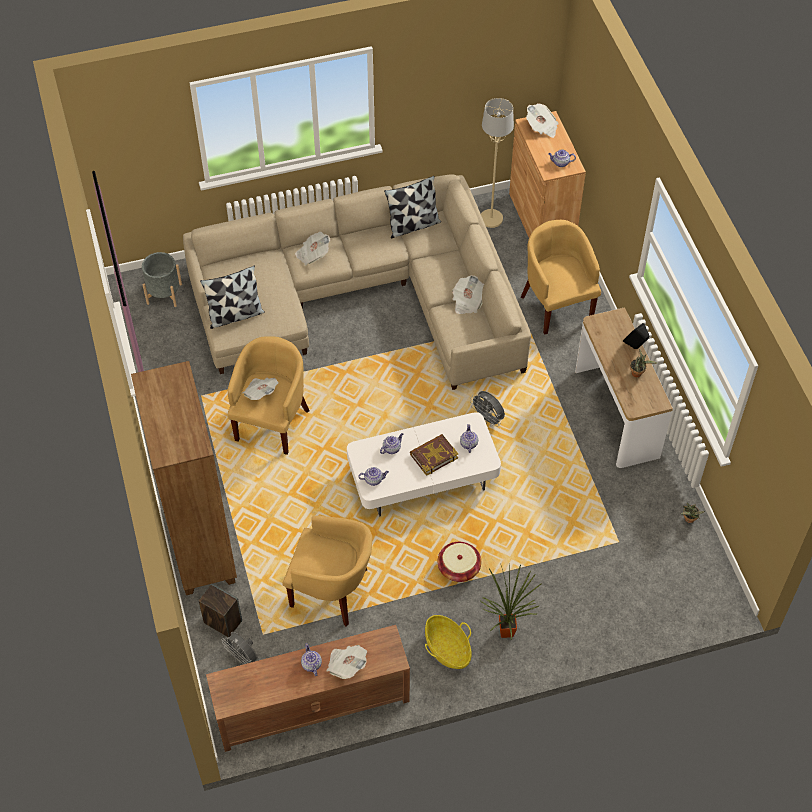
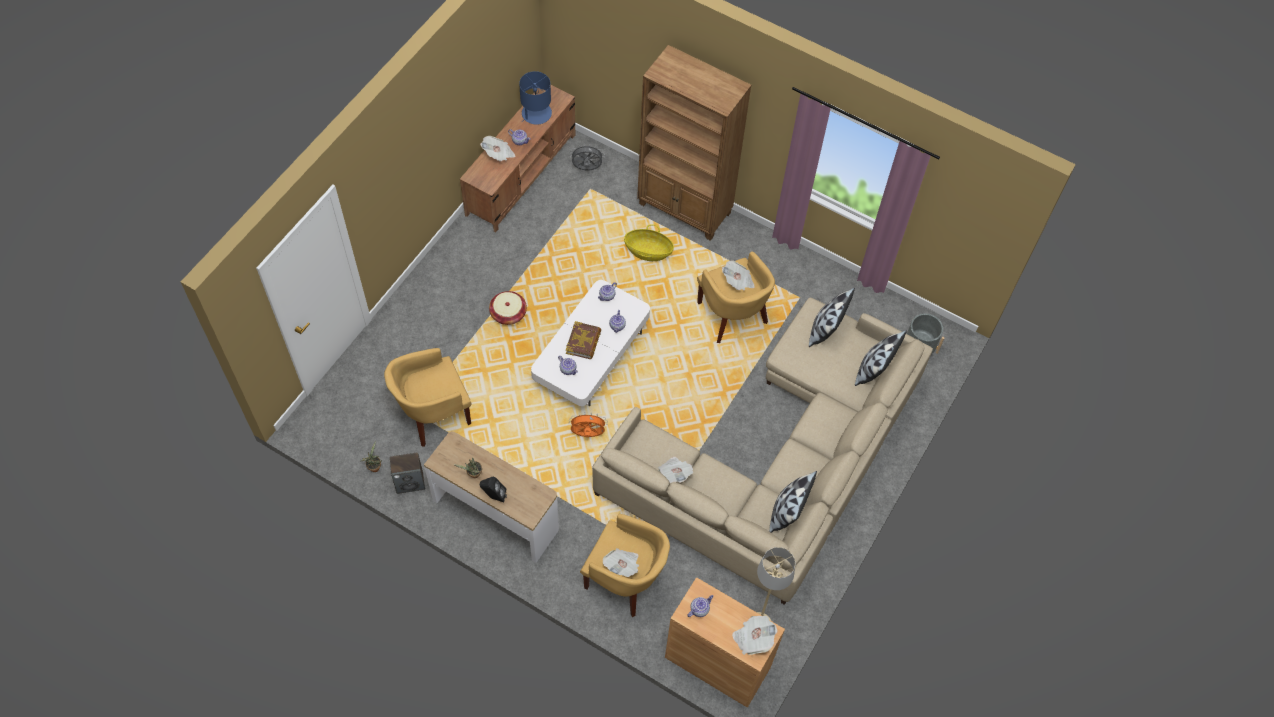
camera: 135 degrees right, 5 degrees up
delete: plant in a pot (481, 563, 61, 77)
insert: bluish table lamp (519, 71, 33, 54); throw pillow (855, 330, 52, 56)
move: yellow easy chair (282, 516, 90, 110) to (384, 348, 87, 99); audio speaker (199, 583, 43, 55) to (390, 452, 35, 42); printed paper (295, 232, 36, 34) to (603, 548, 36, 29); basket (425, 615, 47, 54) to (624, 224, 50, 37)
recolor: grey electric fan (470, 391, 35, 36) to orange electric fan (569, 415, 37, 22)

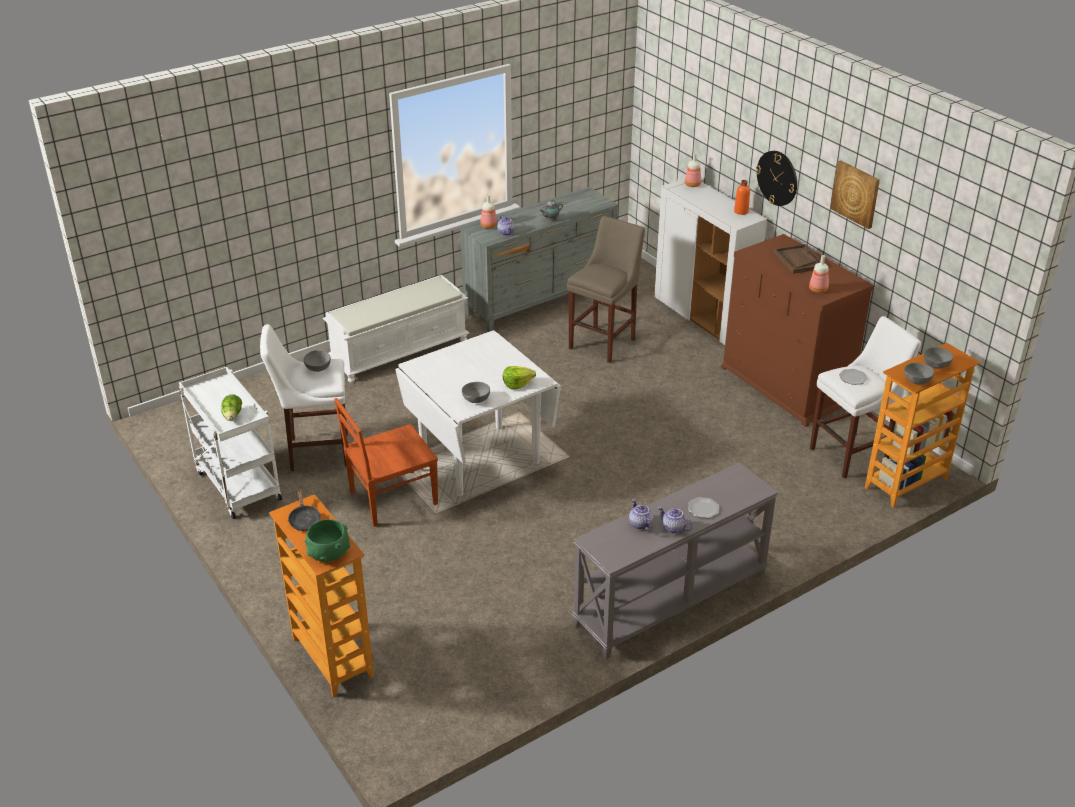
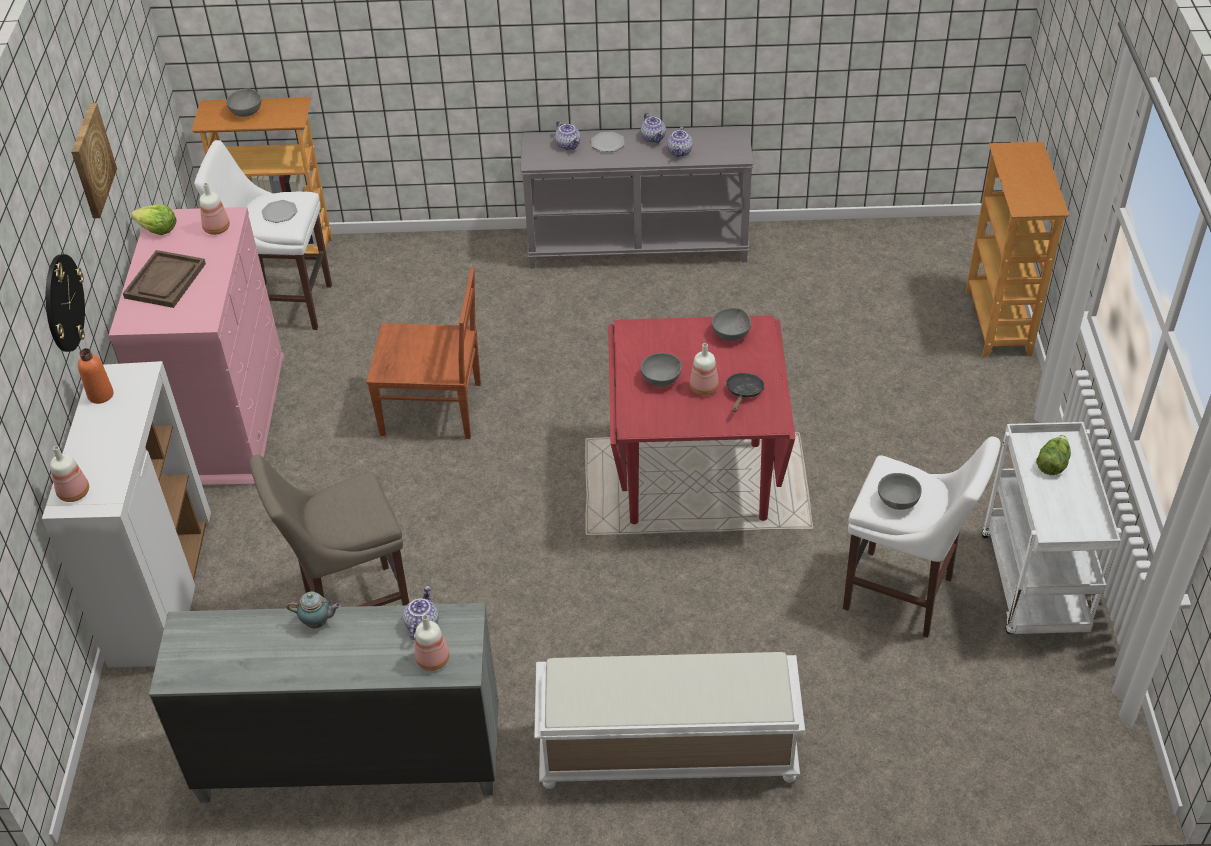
camera: 145 degrees left, 10 degrees up
delete: green serving bowl (305, 519, 45, 43)
insert: teapot (555, 120, 26, 30); drink bottle (690, 343, 29, 53)
move: head of lettuce (503, 366, 33, 24) to (131, 205, 46, 30); brownish plain chair (334, 398, 104, 129) to (366, 267, 115, 172); grey serving bowl (904, 363, 30, 21) to (641, 353, 41, 34); black-coloured skillet (288, 489, 33, 42) to (726, 373, 38, 39)
recolor: brownish drawer chest (721, 234, 153, 193) to pink drawer chest (109, 207, 175, 279); whitish kitchen table (395, 330, 166, 166) to red kitchen table (608, 315, 187, 209)

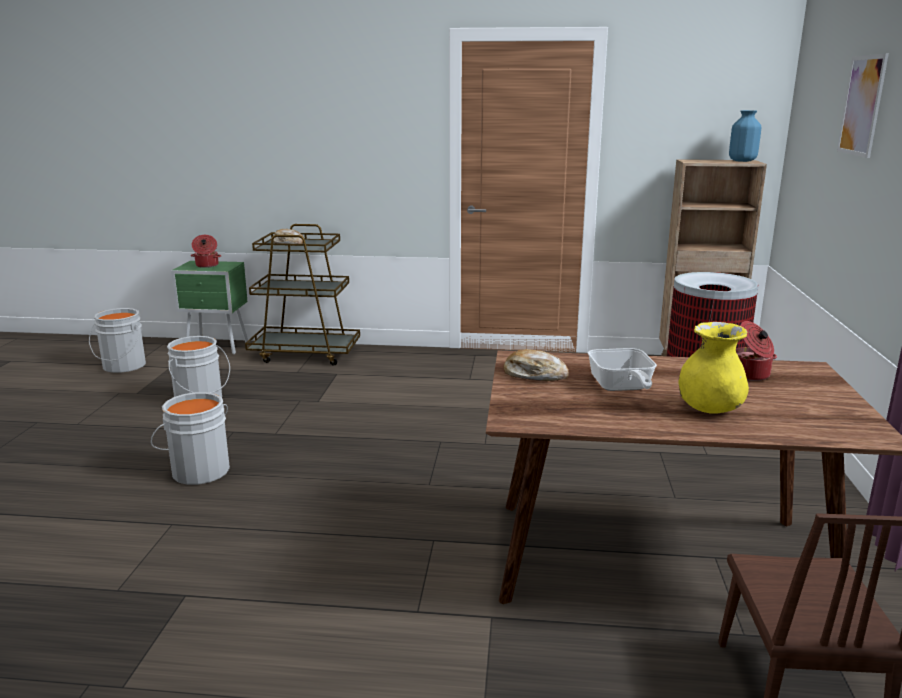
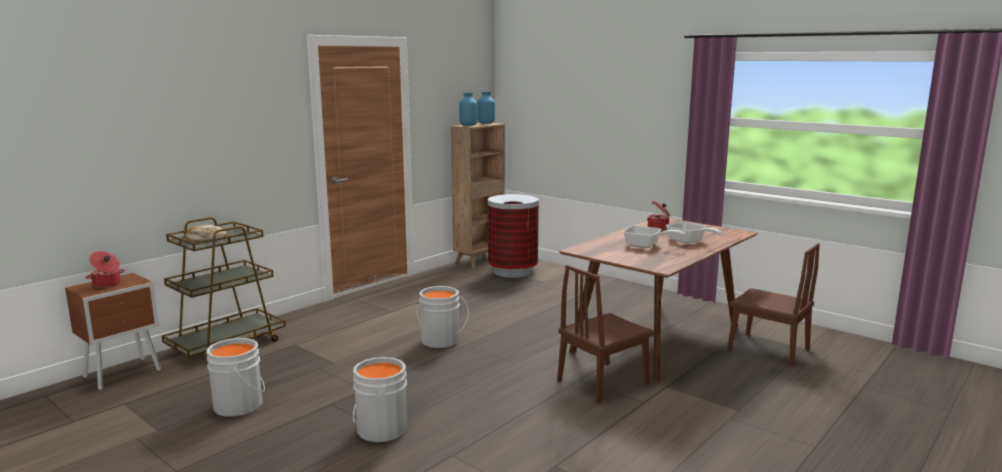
camera: 55 degrees left, 5 degrees down
delete: bakery bread (503, 349, 66, 32); wall picture (837, 54, 52, 104)
insert: bluish decorative vase (459, 93, 18, 33); brownish plain chair (557, 265, 97, 139)
move: grey water bucket (89, 308, 57, 65) to (416, 286, 53, 62)
replace: yellow decorative vase (678, 322, 71, 92) to skillet (666, 222, 56, 22)
recolor: green bedside table (171, 261, 77, 93) to brownish bedside table (65, 273, 96, 117)

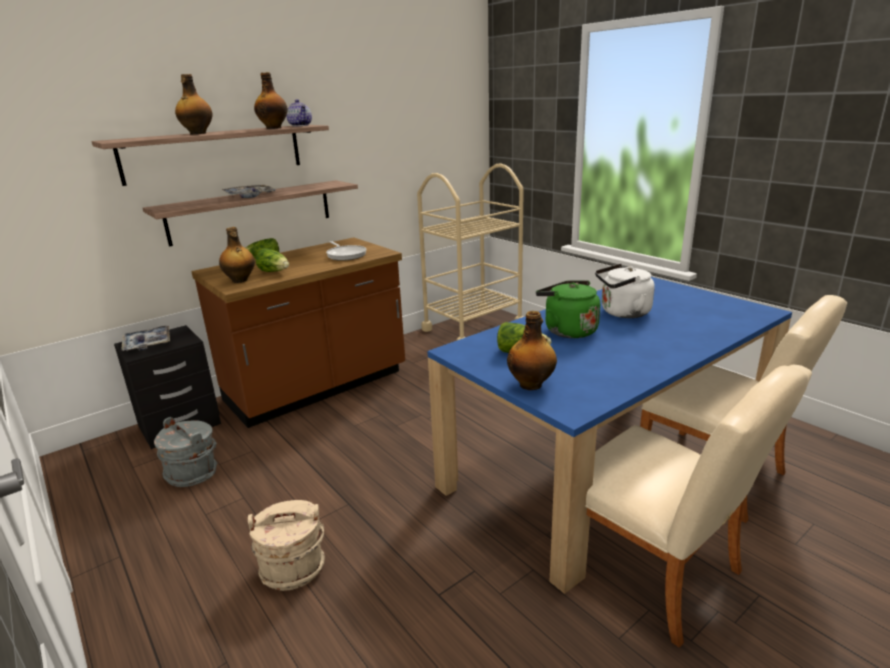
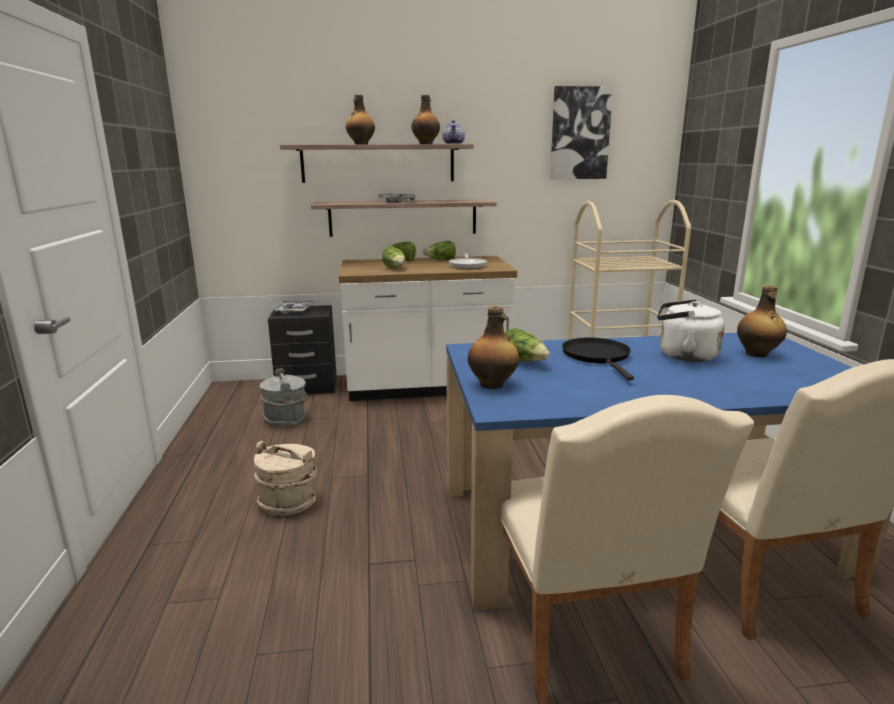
camera: 30 degrees right, 5 degrees down
insert: head of lettuce (423, 241, 33, 19); wall picture (550, 86, 63, 93)
move: drink bottle (219, 227, 36, 56) to (737, 285, 50, 72)
replace: green tea kettle (536, 280, 64, 58) to black-coloured skillet (562, 338, 72, 42)
recolor: brownish kitchen counter (191, 237, 214, 191) to whitish kitchen counter (339, 256, 178, 145)

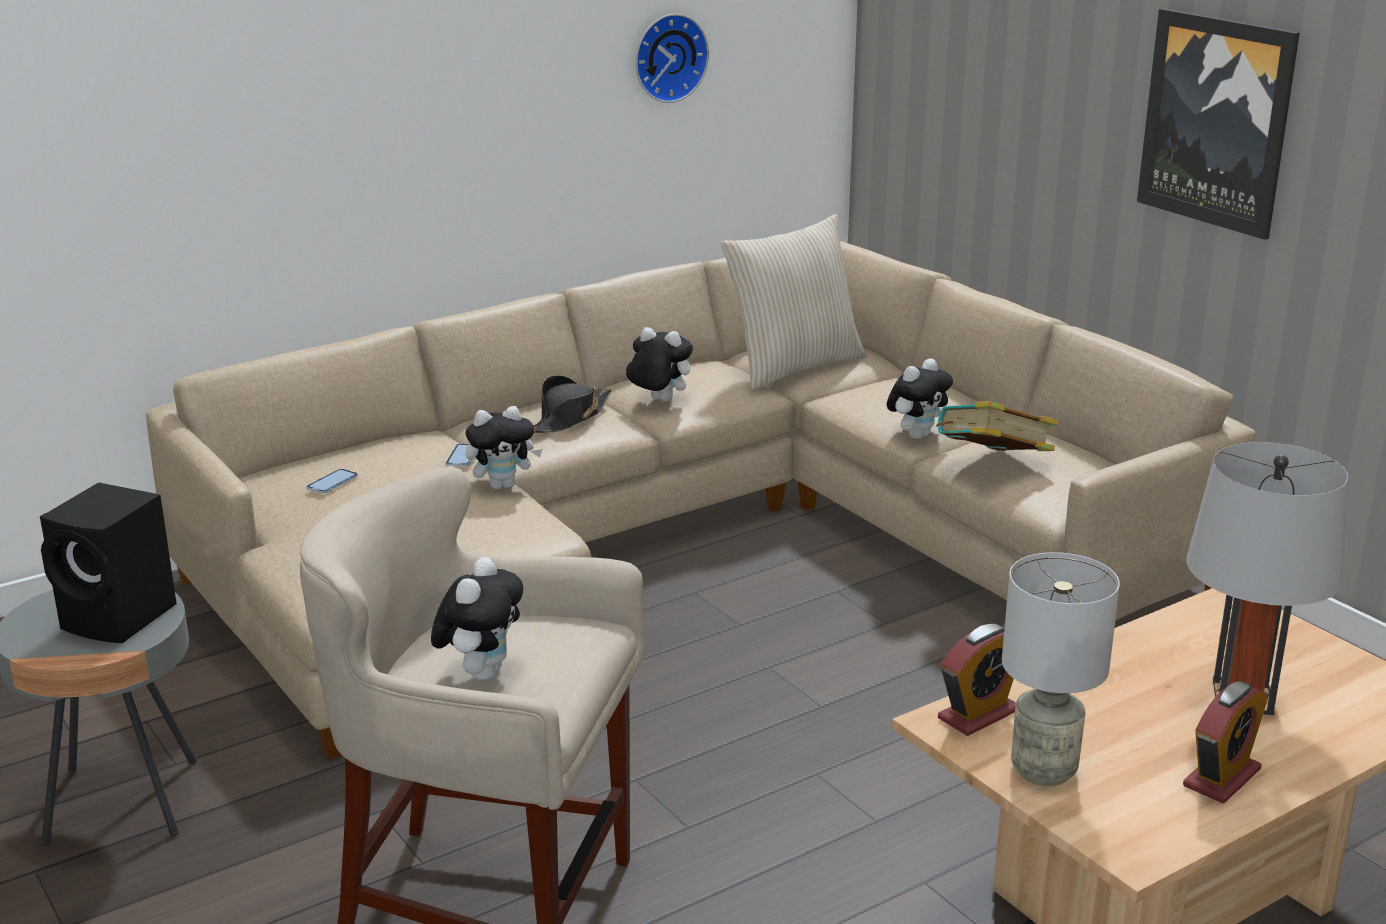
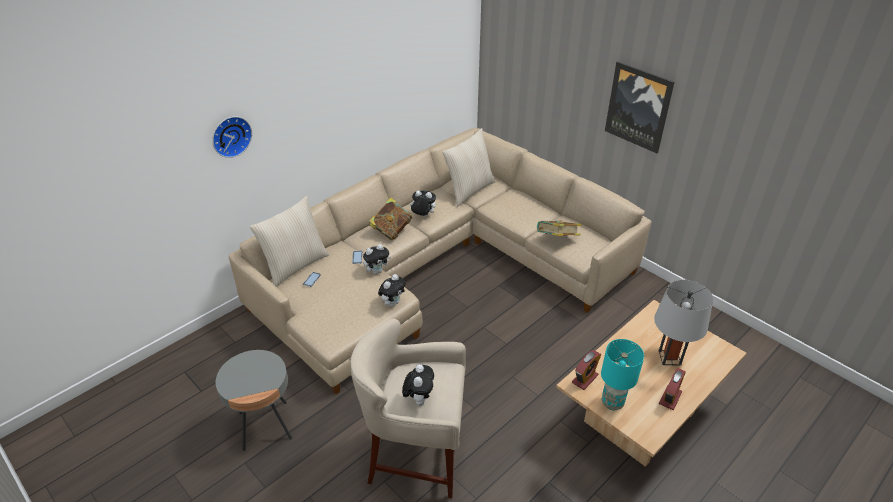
camera: 10 degrees left, 15 degrees up
delete: black-coloured audio speaker (40, 482, 137, 161)
insert: beige-coloured throw pillow (249, 196, 80, 91)
move: wall clock (635, 14, 74, 89) to (212, 116, 40, 42); soft toy (887, 358, 66, 81) to (378, 274, 28, 33)
replace: black-coloured clothing hat (533, 375, 79, 58) to volume (369, 197, 43, 44)
recolor: grey table lamp (1002, 552, 118, 234) to blue-green table lamp (601, 339, 43, 71)

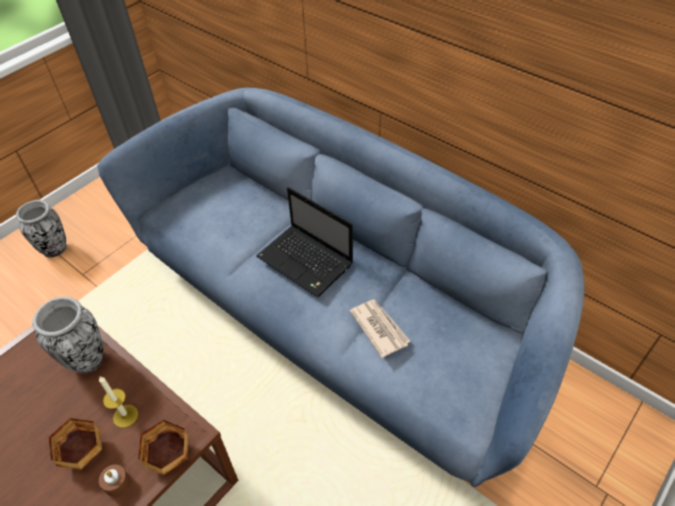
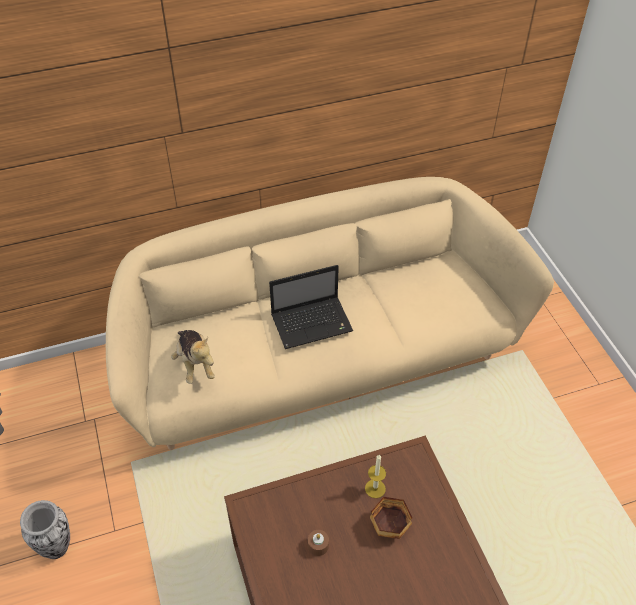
camera: 60 degrees left, 0 degrees up
delete: decorative vase (32, 297, 71, 77); serving bowl (138, 420, 51, 55); printed paper (350, 300, 61, 58)
insert: soft toy (171, 330, 44, 54)
move: brownish candle (99, 465, 31, 32) to (308, 530, 21, 26)
recolor: bluish couch (97, 88, 487, 399) to beige-coloured couch (106, 177, 448, 273)

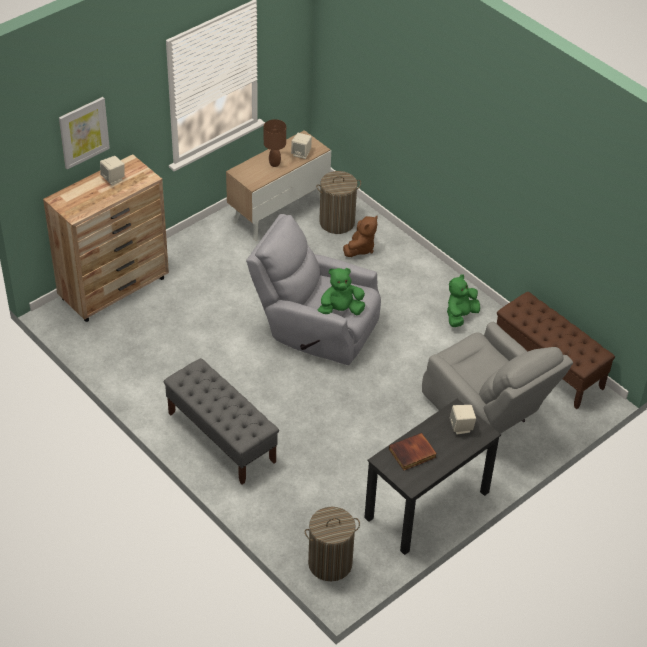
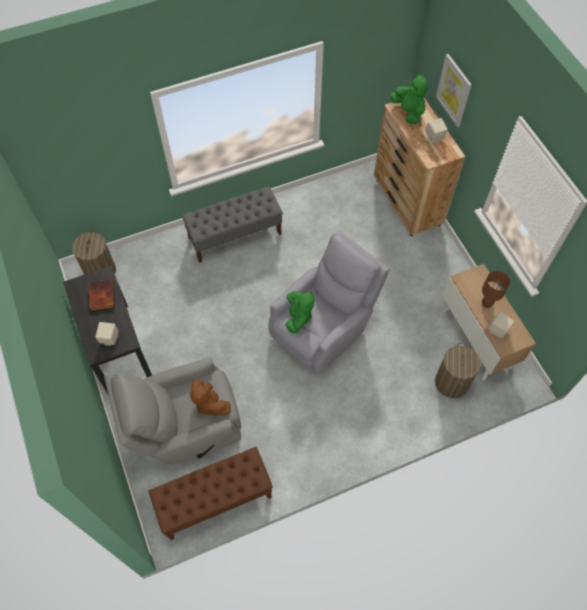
camera: 110 degrees right, 15 degrees up
move: brownish soft toy (343, 216, 35, 41) to (190, 379, 41, 37); green soft toy (447, 274, 33, 53) to (391, 73, 37, 51)

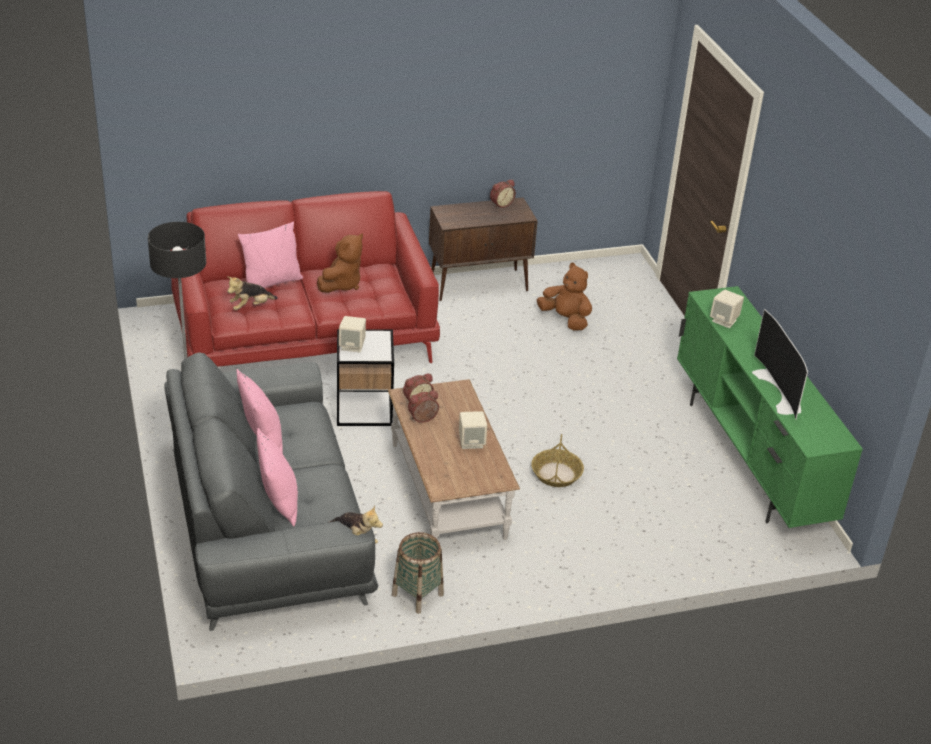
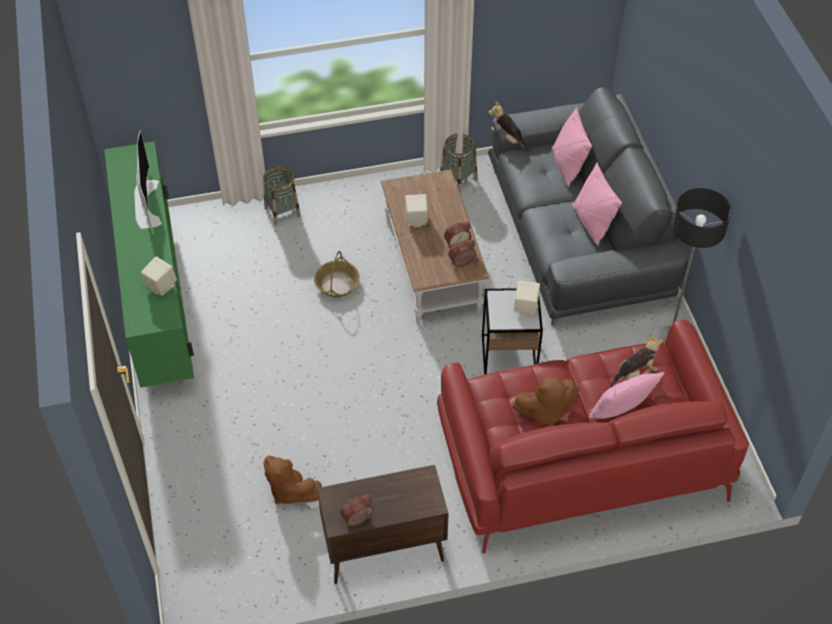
camera: 175 degrees left, 15 degrees up
insert: basket (263, 166, 38, 60)
rotate: brownish soft toy (317, 234, 46, 59) = (512, 377, 67, 49) 135 degrees counterclockwise

